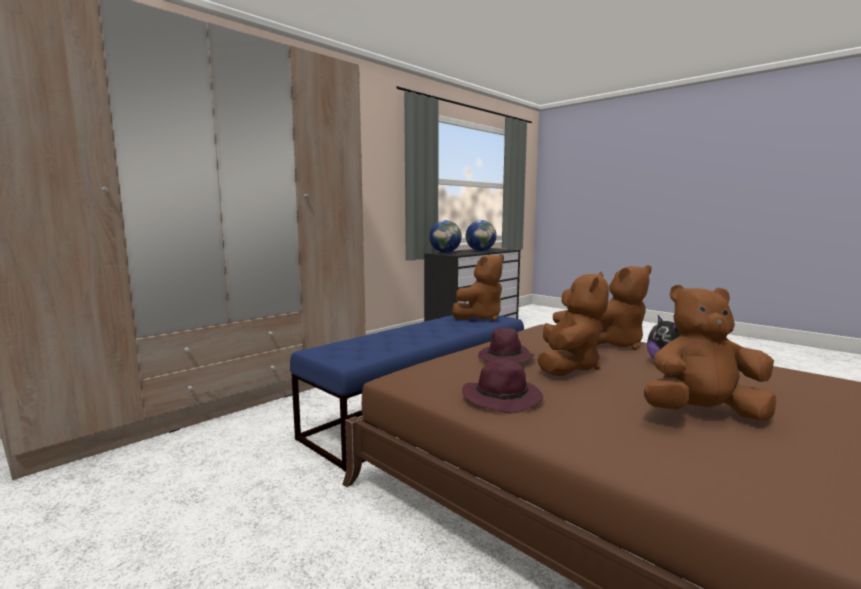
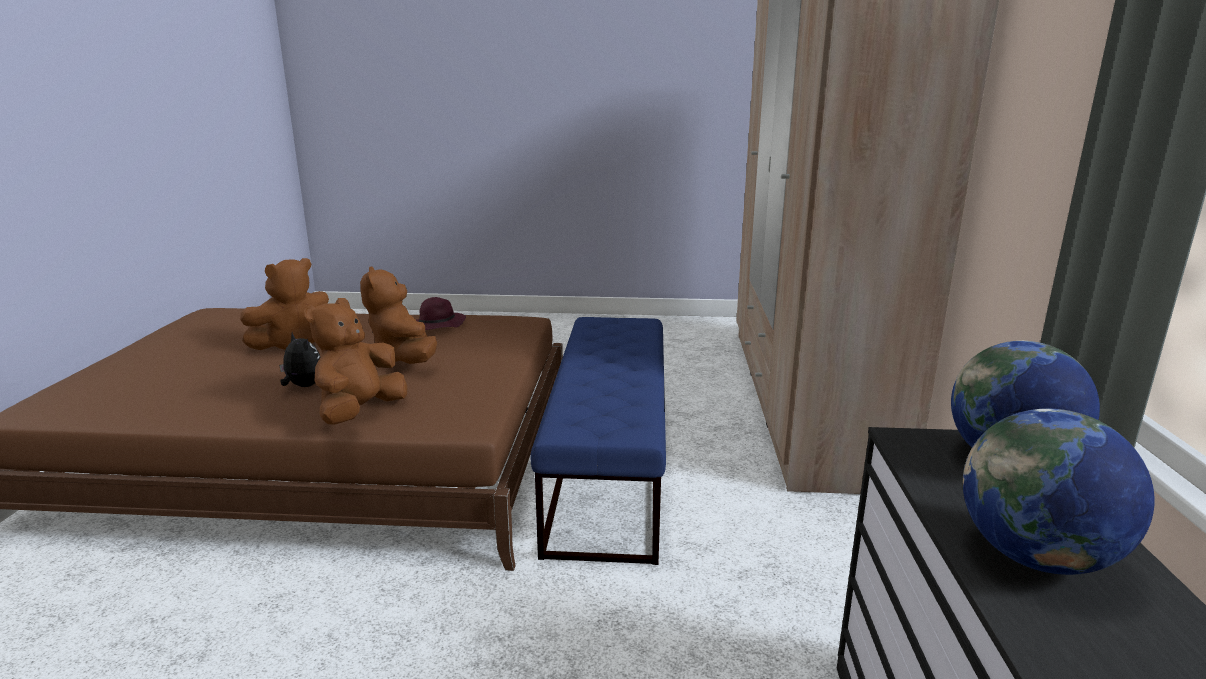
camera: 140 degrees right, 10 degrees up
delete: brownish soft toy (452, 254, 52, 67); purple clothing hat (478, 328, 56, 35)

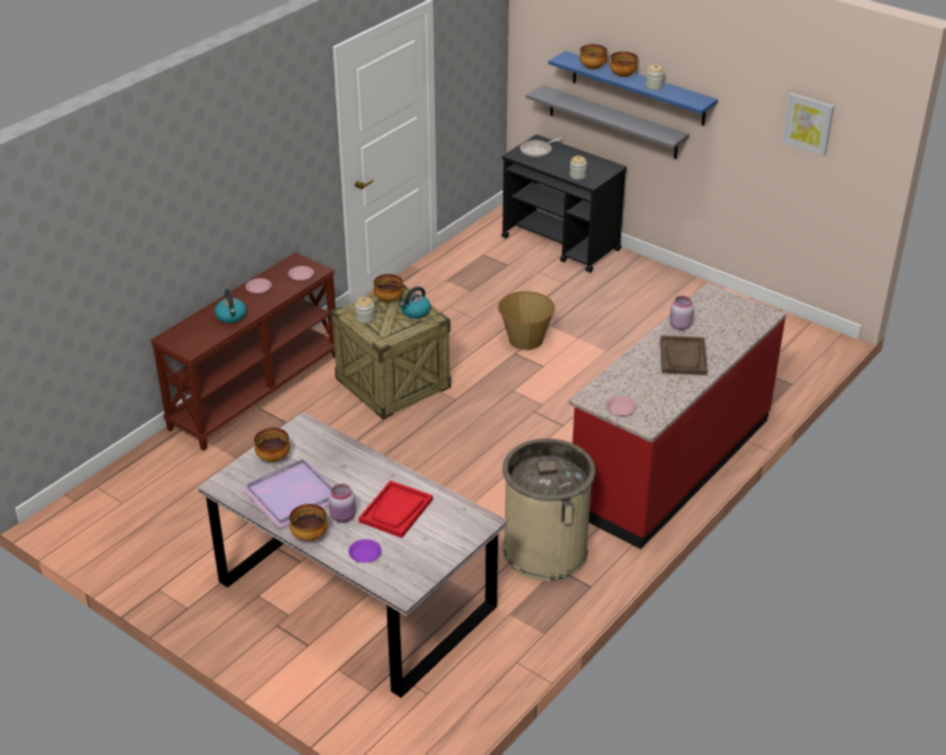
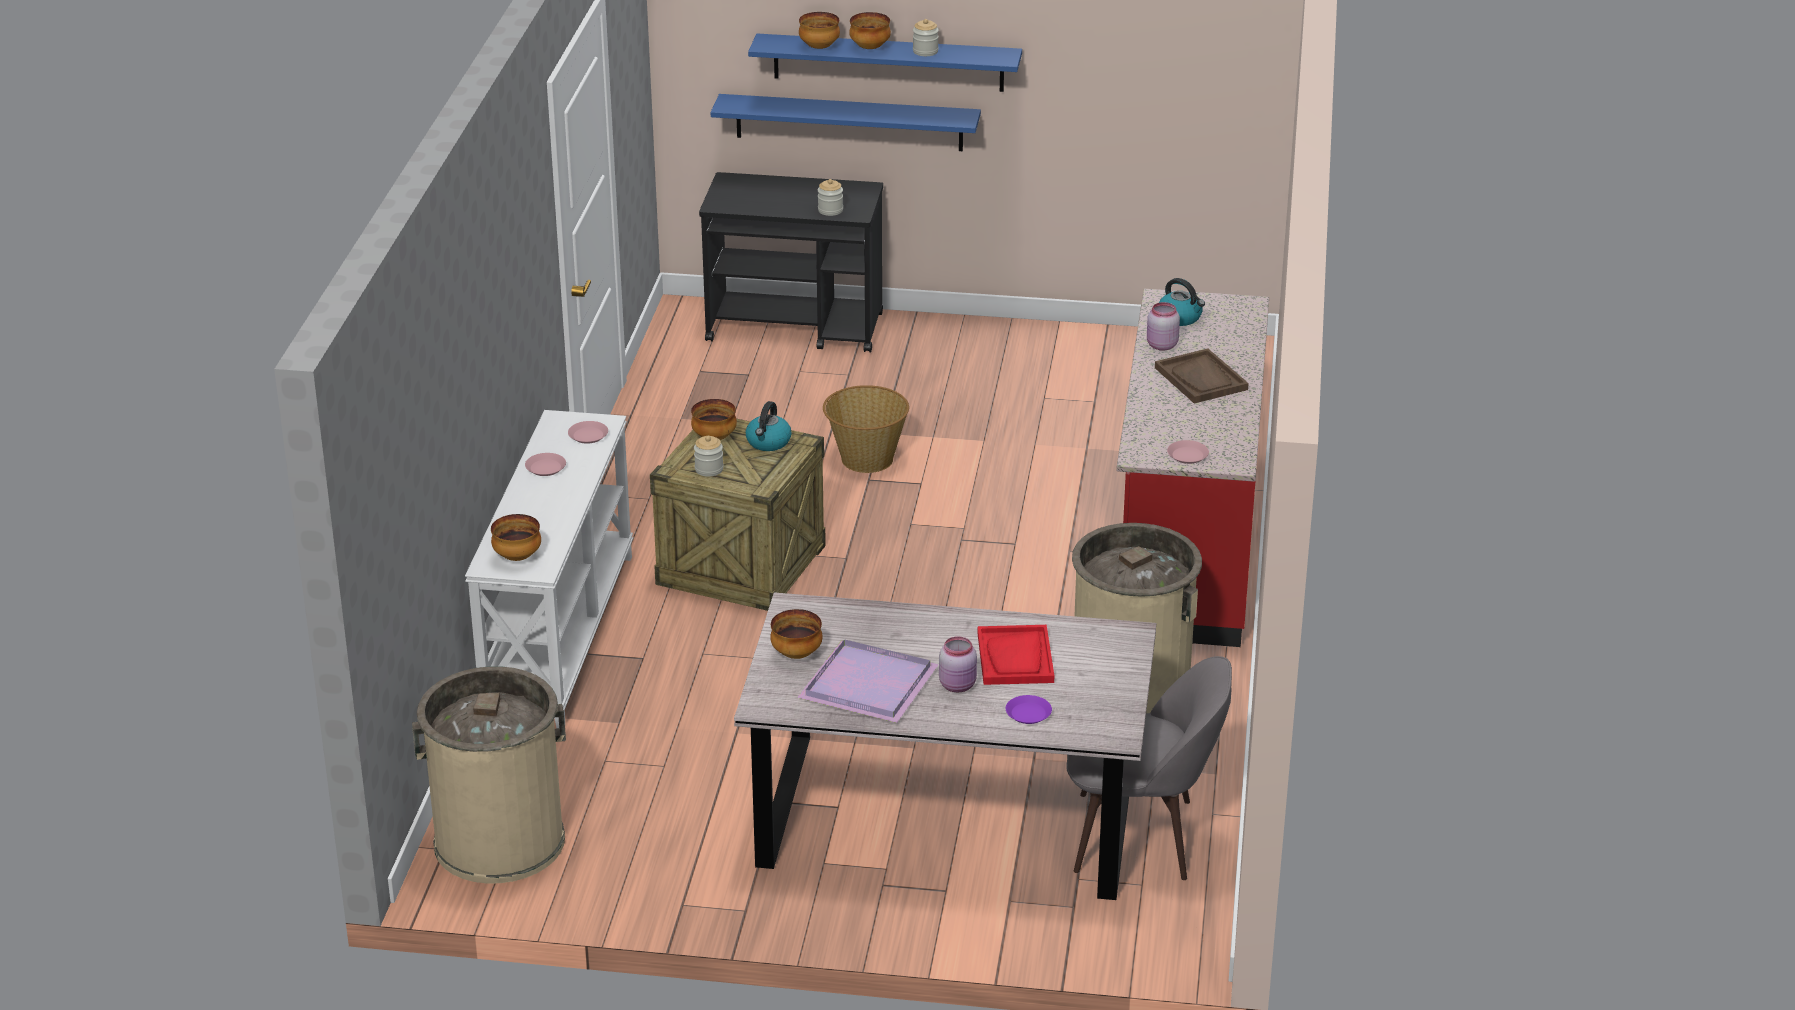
camera: 30 degrees left, 5 degrees down
delete: skillet (520, 137, 42, 21); wall picture (782, 93, 52, 63)
insert: beige-coloured rubbish bin (412, 666, 154, 217); grey plain chair (1066, 656, 166, 224)
move: serving bowl (289, 504, 39, 37) to (491, 514, 50, 47); tea kettle (215, 289, 31, 34) to (1159, 278, 46, 48)
recolor: brownish narrow table (150, 252, 186, 199) to whitish narrow table (465, 410, 168, 318); grey bracket shelf (526, 85, 163, 74) to bluish bracket shelf (711, 94, 270, 57)

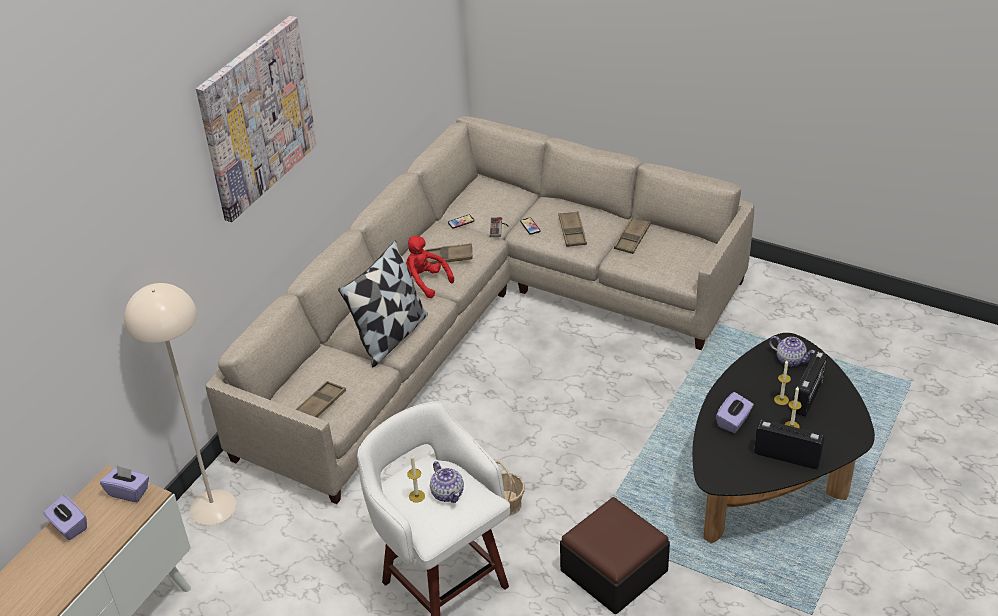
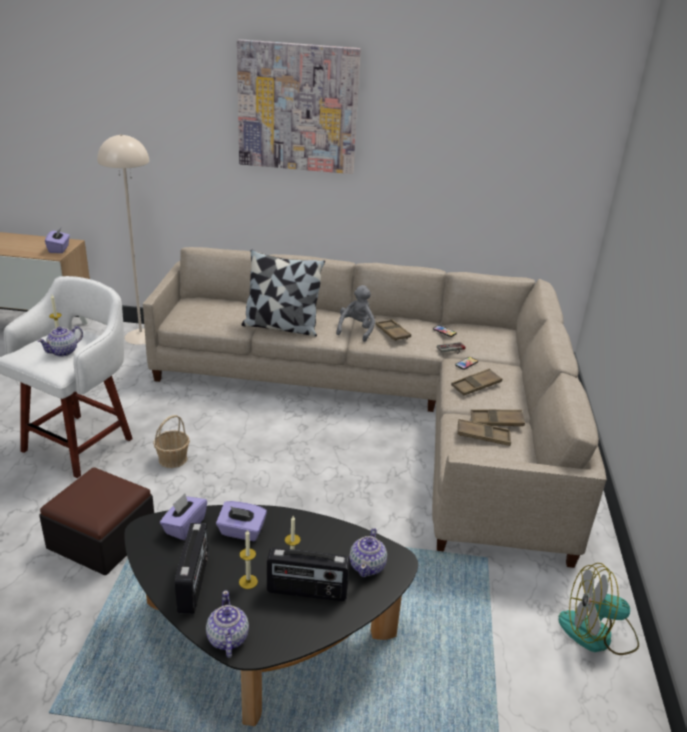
camera: 65 degrees right, 10 degrees down
insert: teapot (206, 590, 43, 68); electric fan (558, 563, 81, 92)
move: purple box of tissues (43, 495, 44, 45) to (160, 493, 47, 47); brownish serving tray (295, 381, 51, 37) to (458, 419, 53, 27)
recolor: red soft toy (406, 236, 48, 62) to grey soft toy (336, 285, 39, 57)

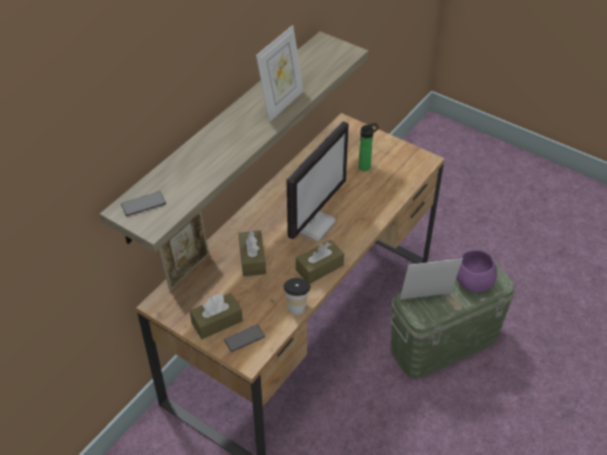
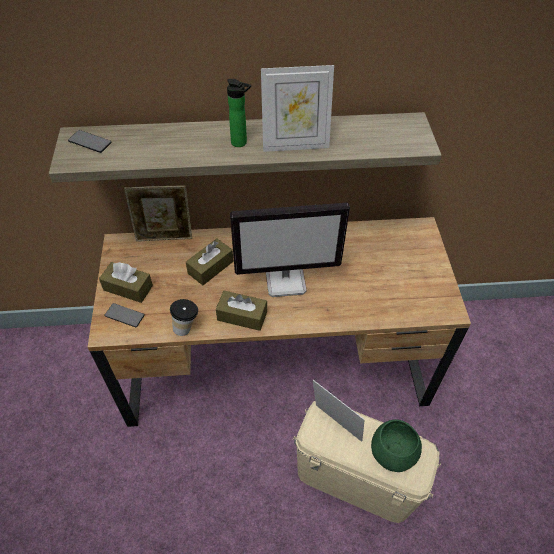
camera: 50 degrees right, 5 degrees up
move: drink bottle (358, 123, 21, 48) to (227, 79, 24, 68)
recolor: green storage box (390, 261, 125, 118) to beige-coloured storage box (293, 401, 148, 122); purple serving bowl (456, 250, 41, 42) to green serving bowl (371, 419, 51, 53)

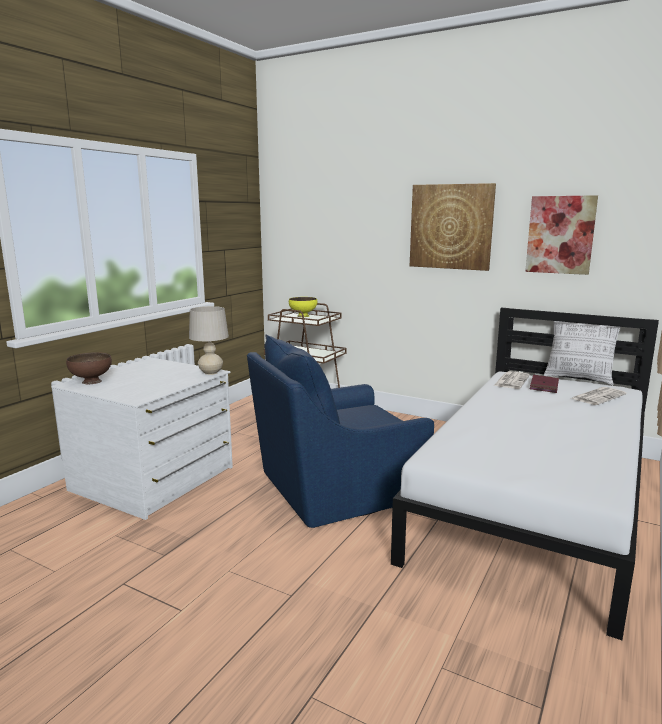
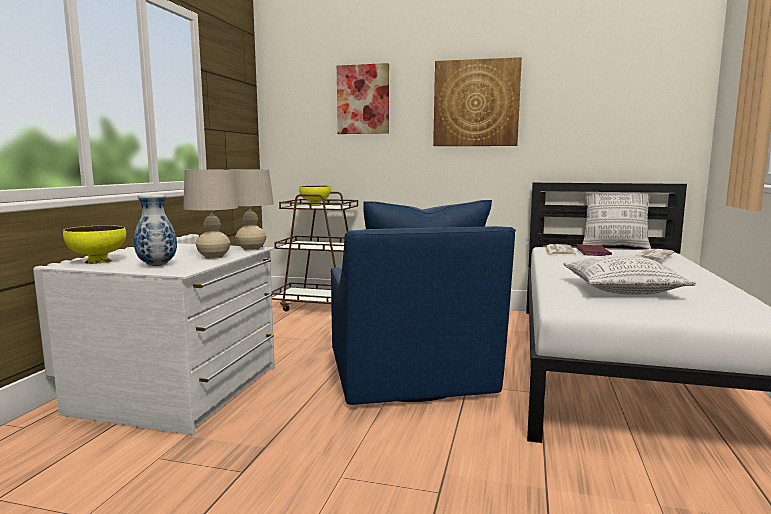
camera: 15 degrees left, 5 degrees down
insert: decorative vase (134, 194, 43, 72); beige-coloured table lamp (183, 170, 55, 89); throw pillow (563, 255, 133, 40)
move: wall picture (525, 195, 73, 80) to (337, 63, 52, 71)
recolor: brownish serving bowl (66, 352, 46, 32) to yellow serving bowl (63, 225, 63, 39)
rotate: bluish easy chair (247, 334, 187, 194) = (331, 200, 185, 205) 60 degrees counterclockwise

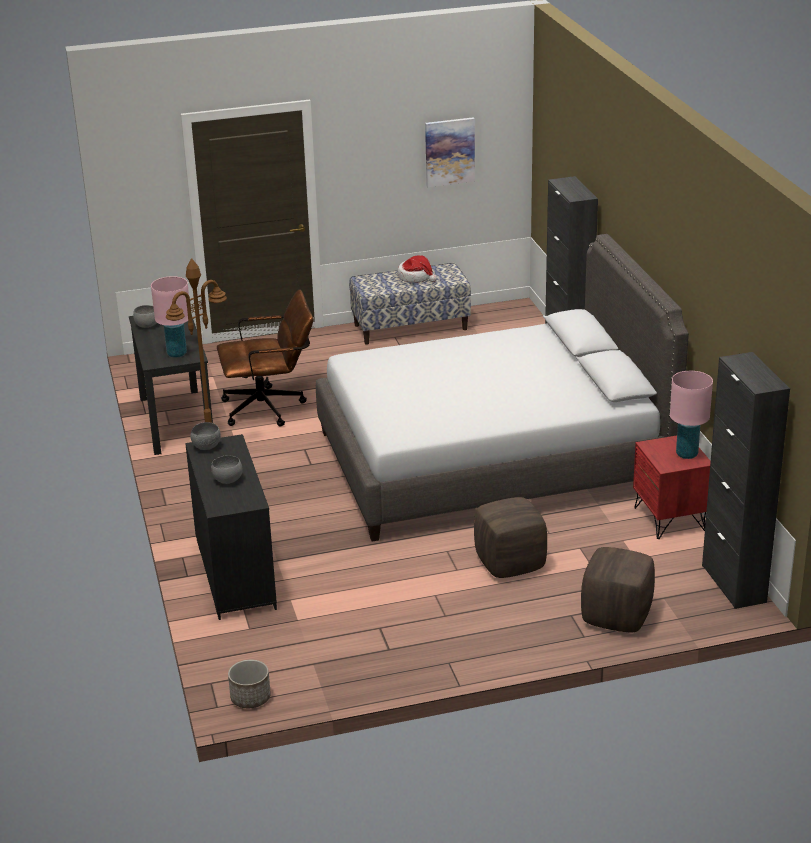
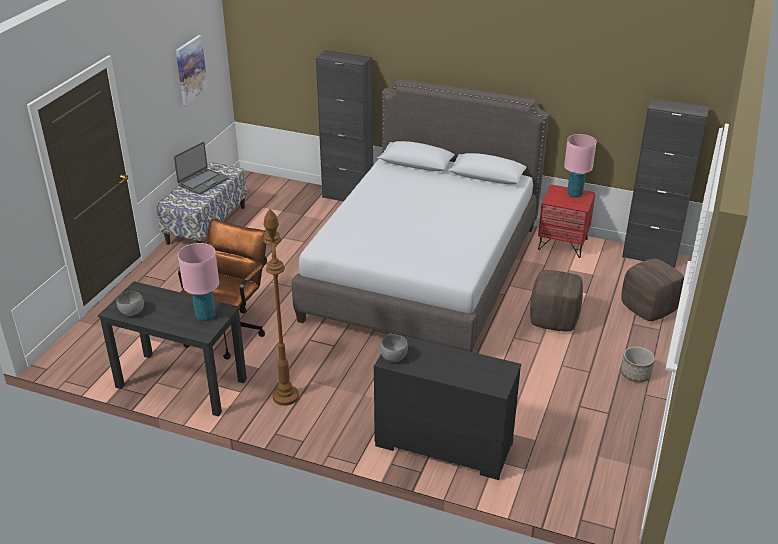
camera: 55 degrees left, 5 degrees up
delete: grey serving bowl (211, 455, 31, 29)
move: flower pot (228, 659, 43, 49) to (621, 347, 34, 35)
replace: clothing hat (397, 255, 40, 28) to notebook computer (174, 142, 54, 53)

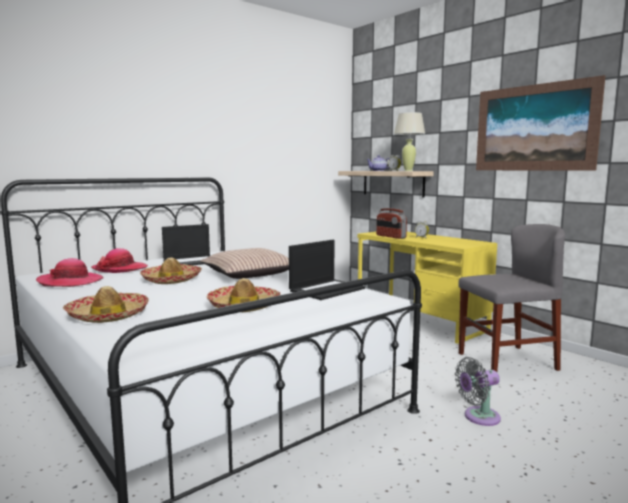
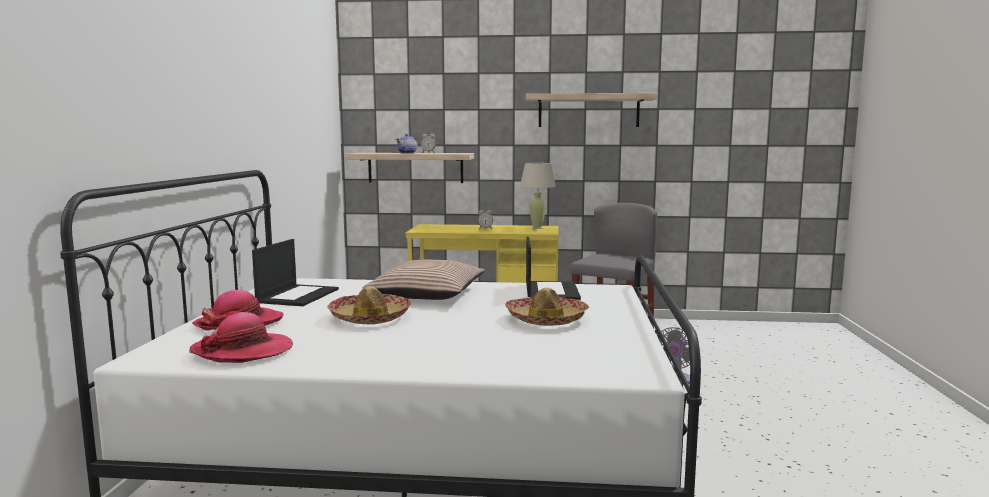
camera: 45 degrees left, 0 degrees up
delete: clothing hat (63, 286, 86, 37); radio (376, 208, 31, 31)
move: beige-coloured table lamp (394, 112, 31, 59) to (520, 163, 36, 66)
replace: wall picture (476, 75, 130, 96) to bracket shelf (526, 93, 131, 34)

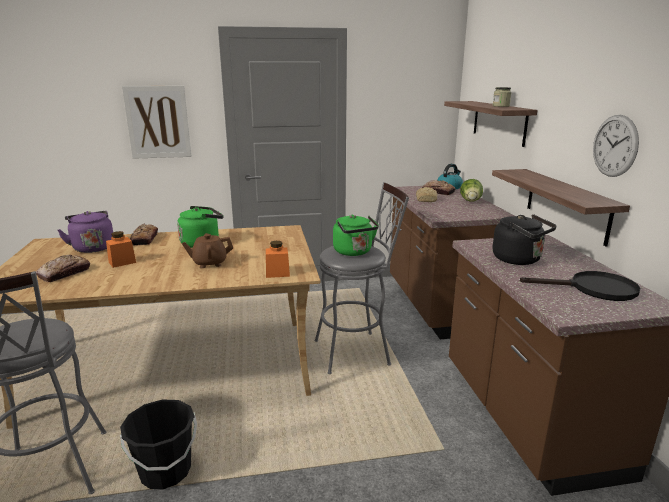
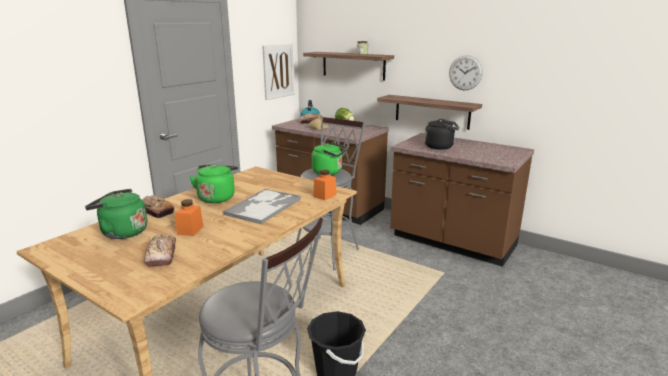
camera: 45 degrees left, 0 degrees up
delete: black-coloured skillet (520, 271, 121, 30)
move: wall picture (122, 86, 69, 73) to (262, 44, 32, 56)
replace: brownish teapot (182, 233, 51, 35) to serving tray (223, 189, 78, 35)
recolor: purple tea kettle (58, 211, 55, 42) to green tea kettle (85, 189, 62, 50)

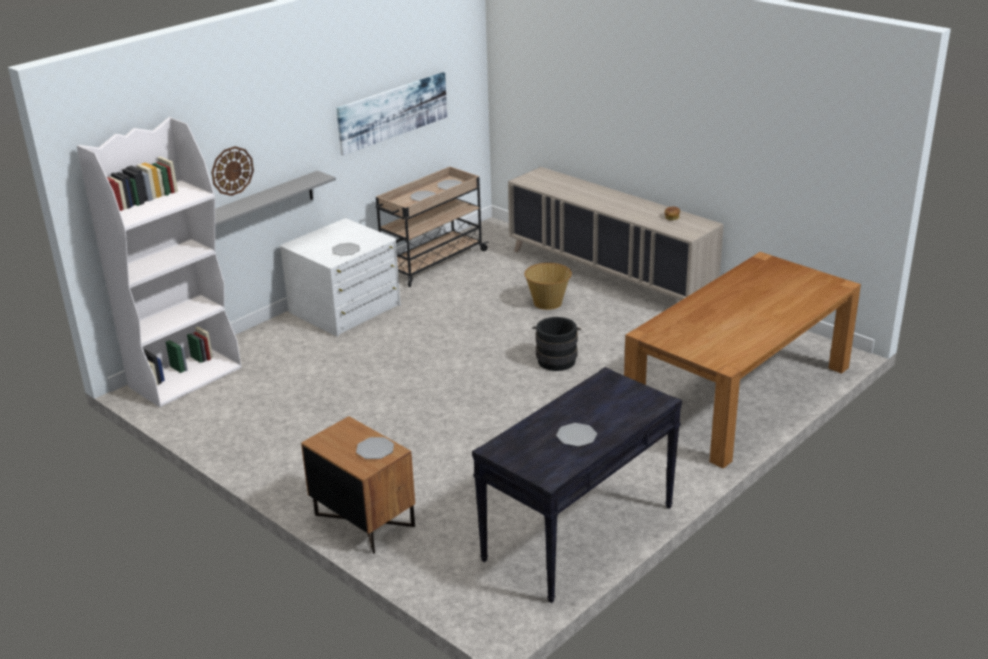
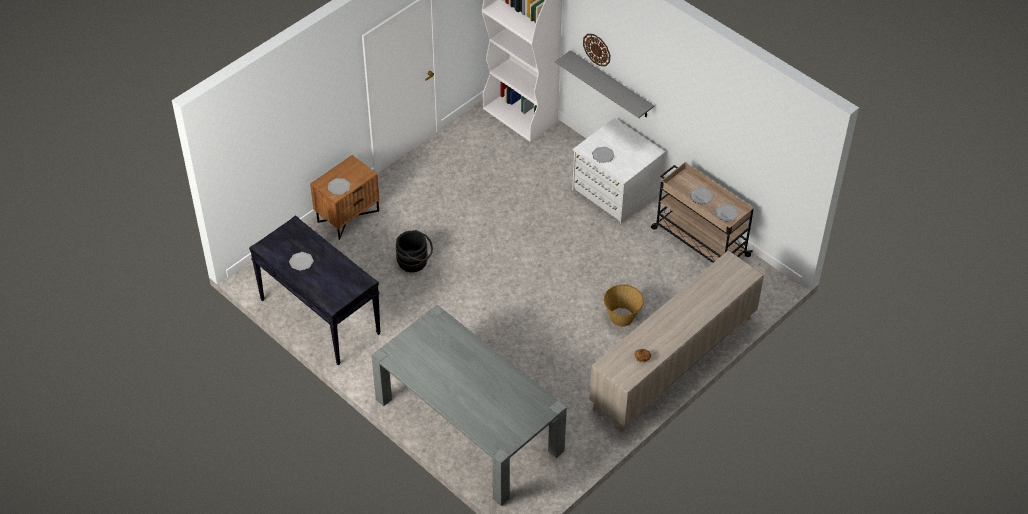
camera: 90 degrees right, 20 degrees up
delete: wall picture (336, 72, 111, 83)
move: black-coloured water bucket (532, 317, 49, 54) to (396, 230, 37, 42)
recolor: brownish kitchen table (624, 252, 237, 217) to grey kitchen table (371, 305, 196, 201)

